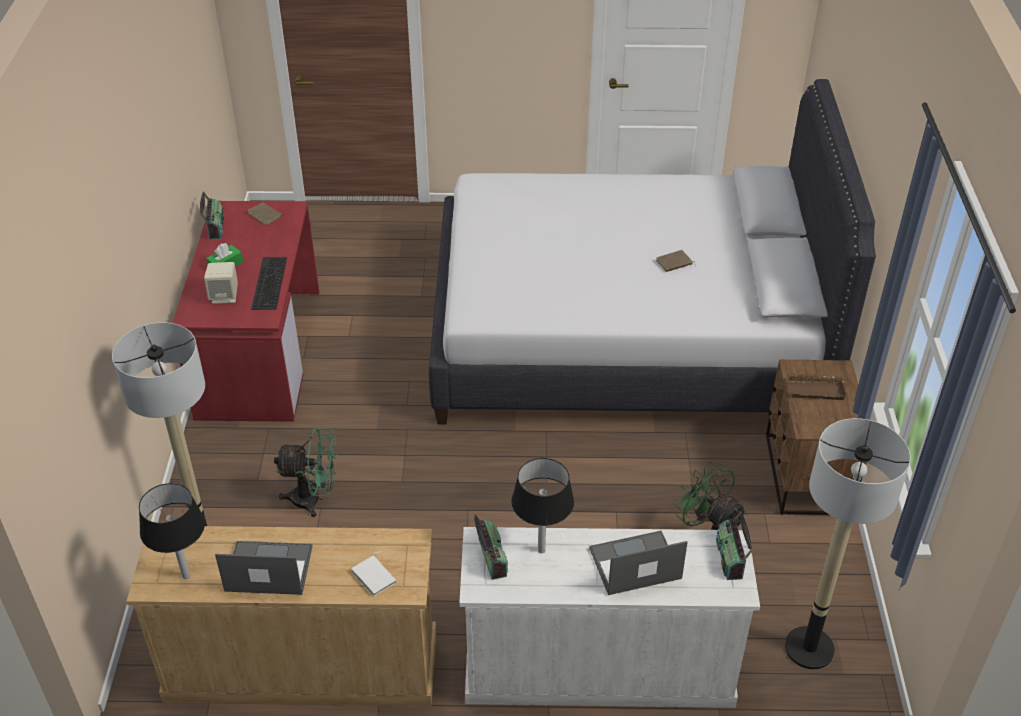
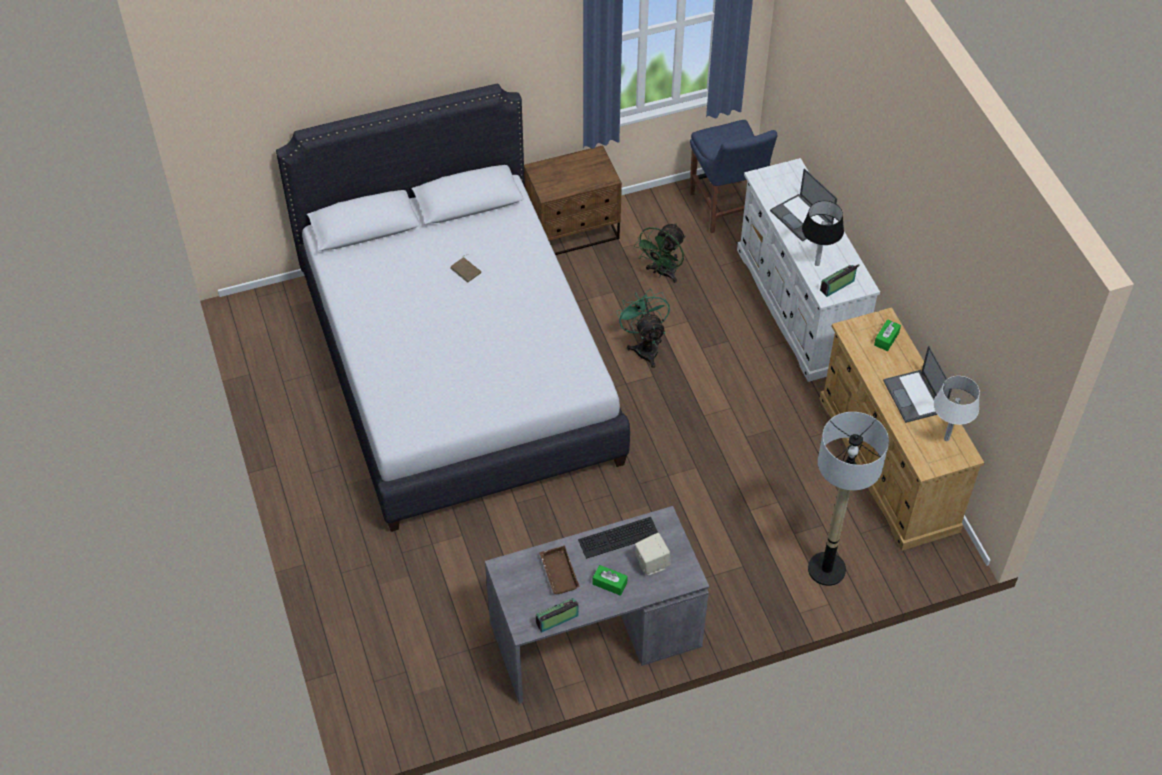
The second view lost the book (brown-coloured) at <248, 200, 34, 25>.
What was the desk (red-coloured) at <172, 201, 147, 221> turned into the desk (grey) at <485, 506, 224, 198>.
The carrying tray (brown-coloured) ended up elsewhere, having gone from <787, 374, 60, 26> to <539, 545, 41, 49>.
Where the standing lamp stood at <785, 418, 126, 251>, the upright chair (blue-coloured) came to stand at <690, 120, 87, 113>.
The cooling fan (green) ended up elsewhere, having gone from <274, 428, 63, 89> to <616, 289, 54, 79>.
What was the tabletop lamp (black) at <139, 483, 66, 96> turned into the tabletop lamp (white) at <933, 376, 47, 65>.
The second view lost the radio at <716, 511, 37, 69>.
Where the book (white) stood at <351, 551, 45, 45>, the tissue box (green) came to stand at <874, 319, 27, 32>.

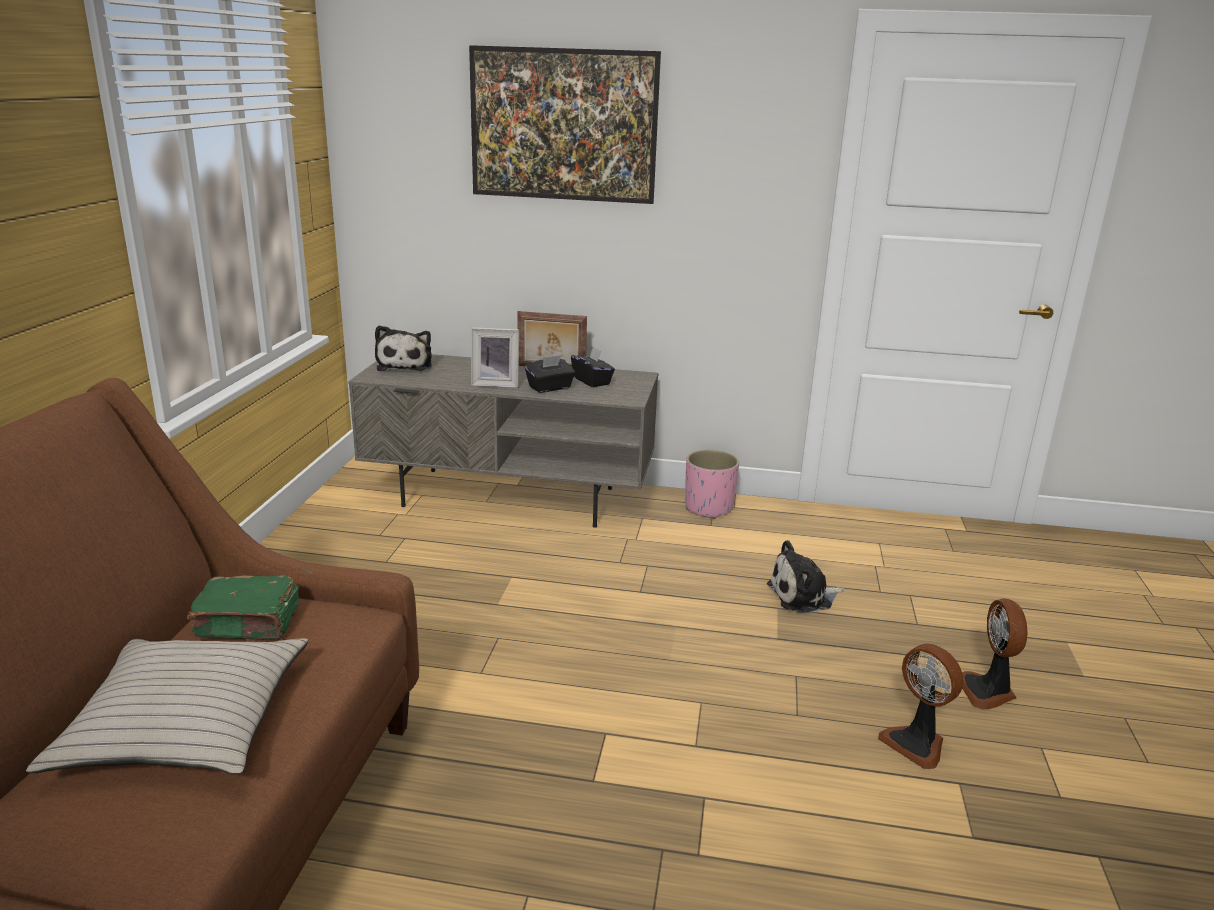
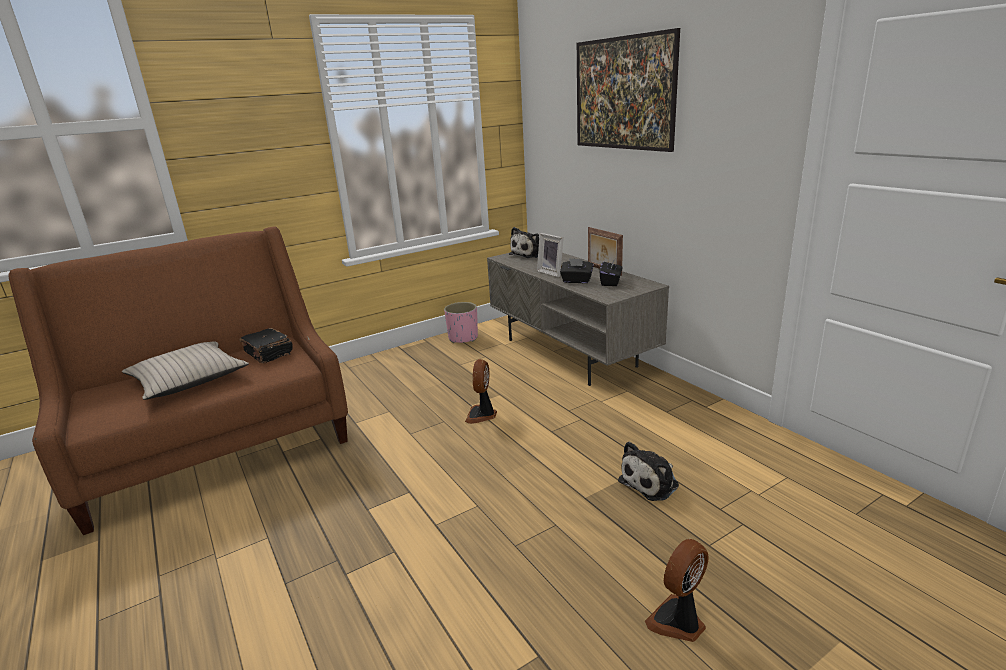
The plant pot (pink-coloured) ended up elsewhere, having gone from <685, 450, 54, 69> to <444, 302, 34, 41>.
The soft toy at <767, 540, 77, 73> ended up facing another way, 75 degrees counterclockwise from before.
What was the book (green) at <187, 575, 113, 65> turned into the book (black) at <239, 328, 54, 35>.
The cooling fan ended up elsewhere, having gone from <878, 643, 85, 126> to <465, 359, 32, 65>.

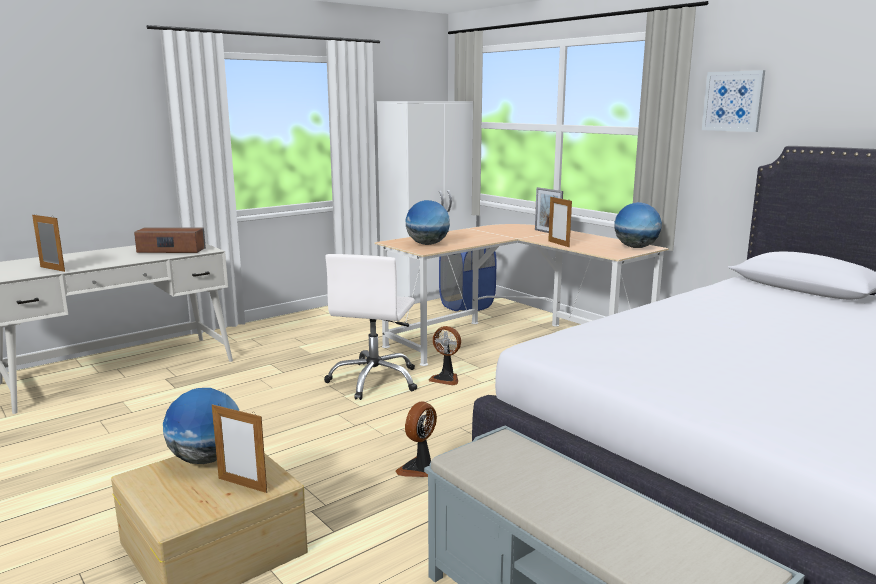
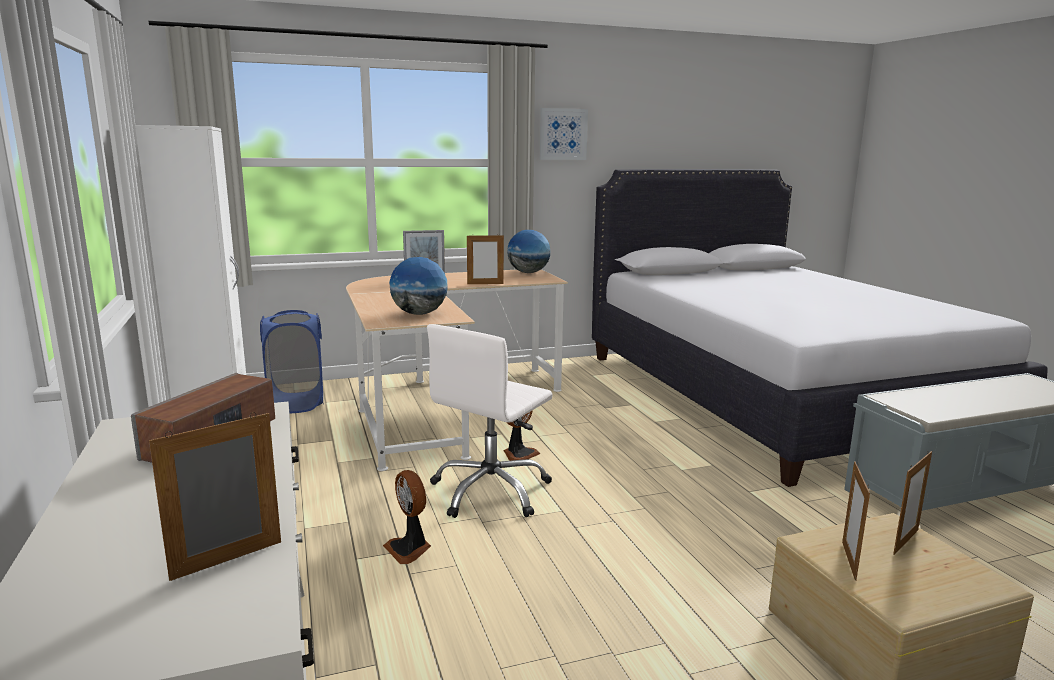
The desk chair (white) at <324, 254, 93, 146> ended up facing another way, 90 degrees clockwise from before.
Where the desk globe stood at <163, 388, 76, 76>, the photo frame came to stand at <842, 461, 28, 120>.
The cooling fan ended up elsewhere, having gone from <395, 401, 42, 76> to <383, 470, 48, 94>.

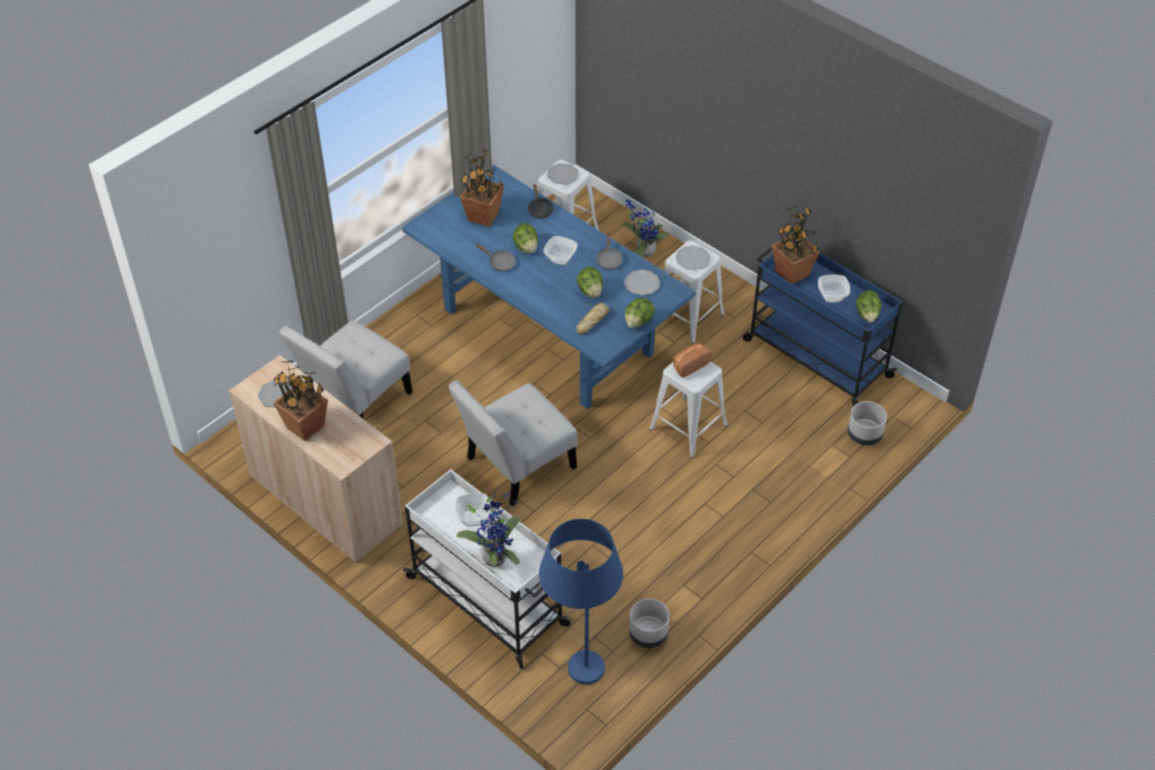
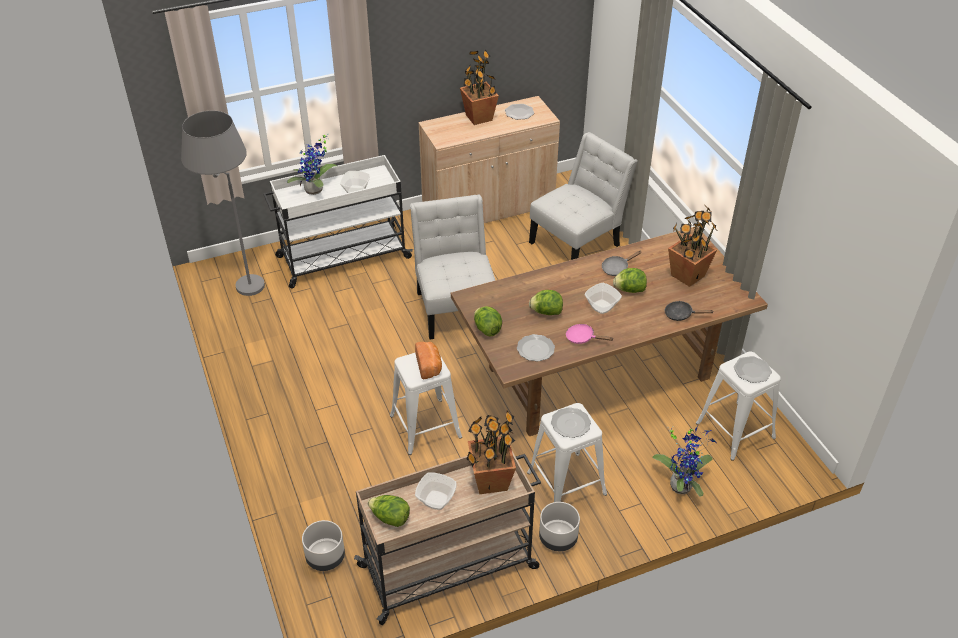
What was the dinner table (blue-coloured) at <402, 165, 294, 244> turned into the dinner table (brown-coloured) at <451, 227, 317, 209>.
What was the pan (grey) at <596, 233, 27, 37> turned into the pan (pink-coloured) at <566, 324, 48, 20>.
What was the wheeled cart (blue-coloured) at <743, 247, 159, 160> turned into the wheeled cart (sand-coloured) at <354, 451, 187, 174>.
The second view lost the bakery bread at <576, 303, 33, 32>.
The upright chair (white) at <279, 320, 134, 99> ended up facing another way, 75 degrees clockwise from before.
What was the standing lamp (blue-coloured) at <539, 519, 84, 166> turned into the standing lamp (grey) at <181, 111, 84, 185>.
The plant pot (grey) ended up elsewhere, having gone from <629, 599, 41, 49> to <539, 502, 41, 49>.

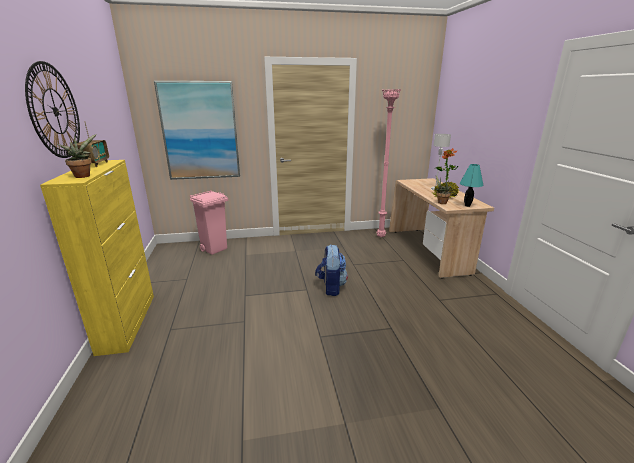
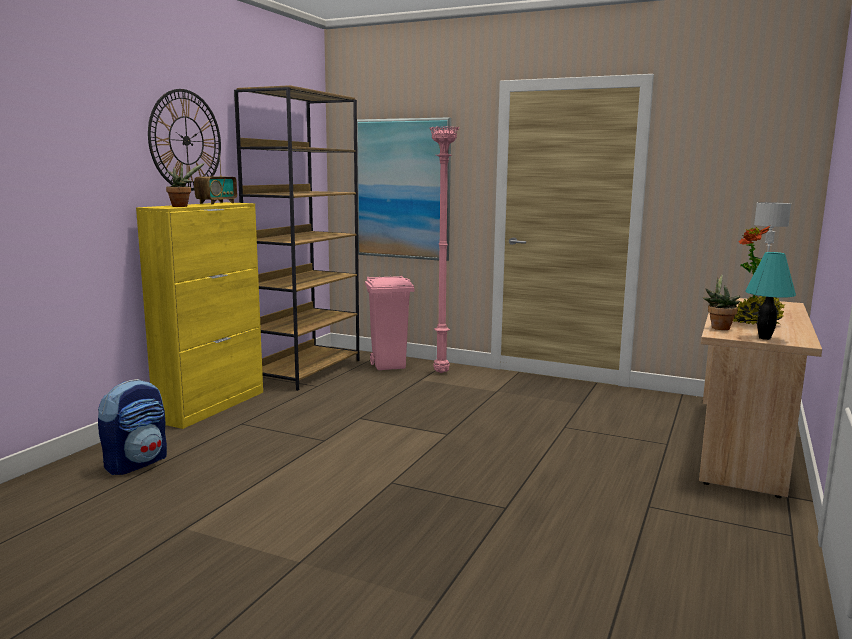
The standing lamp (pink-coloured) ended up elsewhere, having gone from <376, 89, 25, 148> to <429, 126, 30, 247>.
The knapsack ended up elsewhere, having gone from <315, 245, 33, 51> to <98, 379, 69, 96>.
The second view gained the shelving unit (brown-coloured) at <234, 85, 125, 306>.

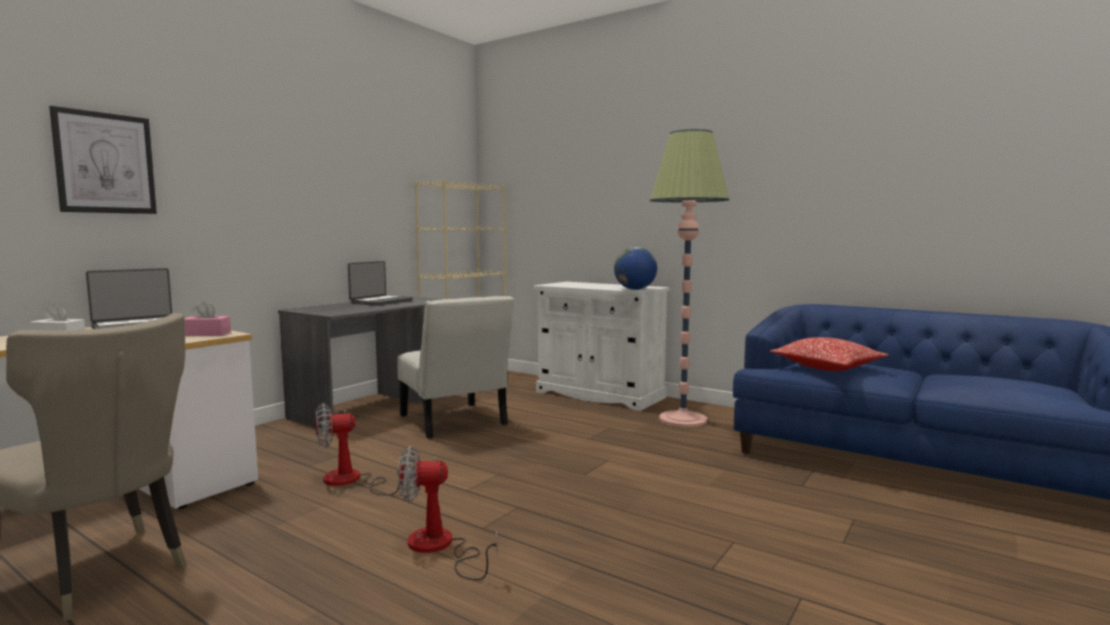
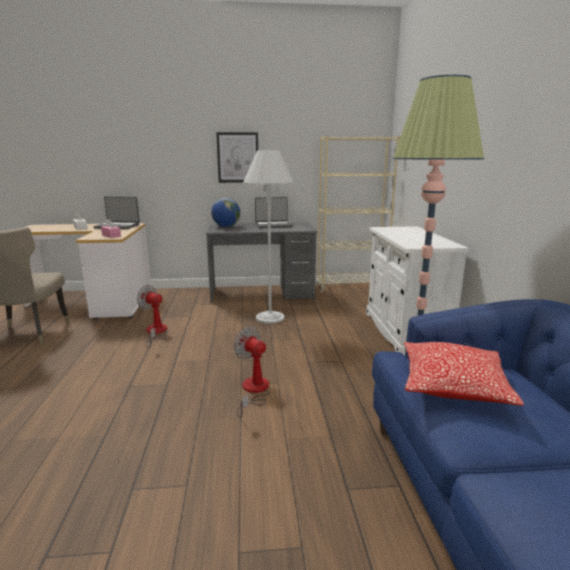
The wall picture ended up elsewhere, having gone from <49, 106, 108, 108> to <216, 132, 42, 51>.
The desk globe ended up elsewhere, having gone from <614, 247, 43, 43> to <211, 198, 29, 29>.
Where the upright chair (white) stood at <397, 296, 117, 143>, the standing lamp (white) came to stand at <243, 150, 51, 174>.
The cooling fan ended up elsewhere, having gone from <398, 446, 99, 135> to <234, 327, 36, 91>.

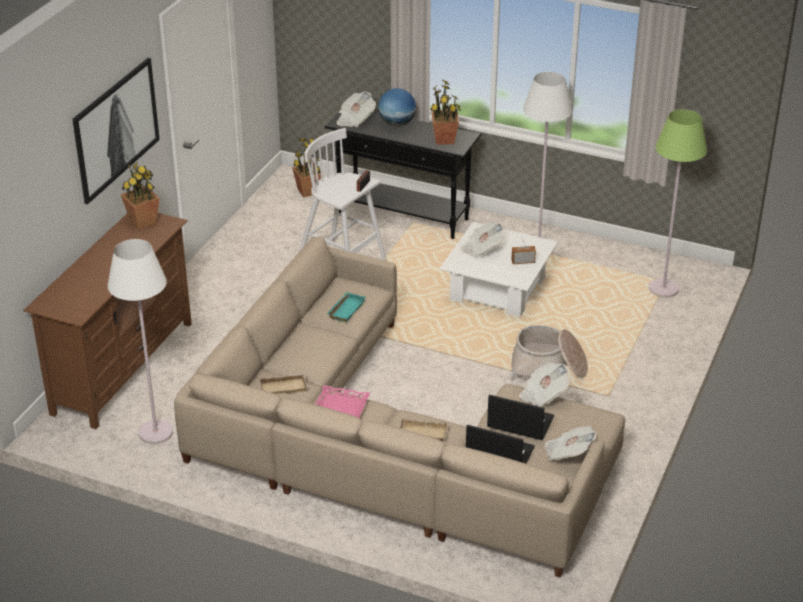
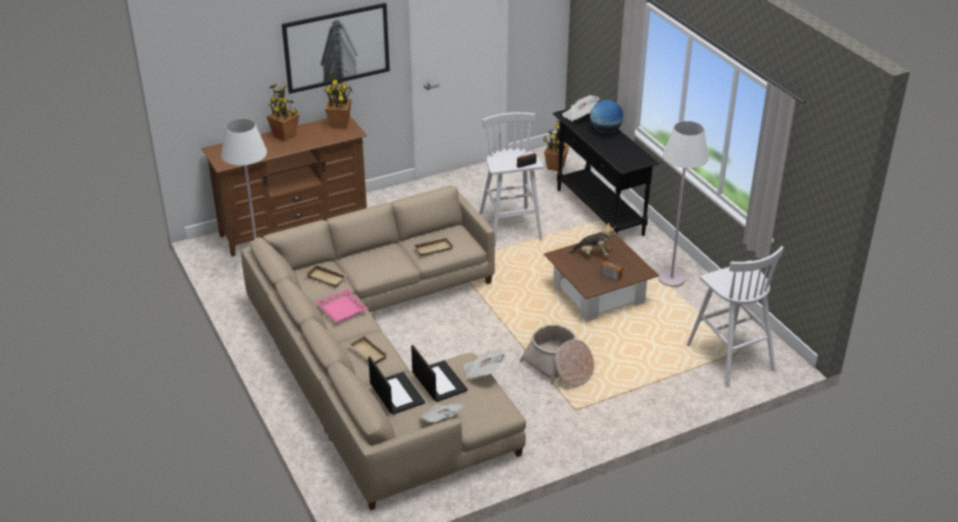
The potted plant ended up elsewhere, having gone from <430, 80, 31, 65> to <266, 82, 33, 59>.
Where the standing lamp (green) stood at <649, 109, 58, 189>, the stool seat (white) came to stand at <687, 246, 97, 141>.
What was the coffee table (white) at <439, 222, 119, 95> turned into the coffee table (brown-coloured) at <544, 235, 115, 87>.
Where the daily paper stood at <460, 222, 44, 36>, the soft toy came to stand at <569, 222, 48, 34>.
What was the carrying tray (turquoise) at <327, 292, 39, 30> turned into the carrying tray (sand-coloured) at <413, 237, 41, 20>.

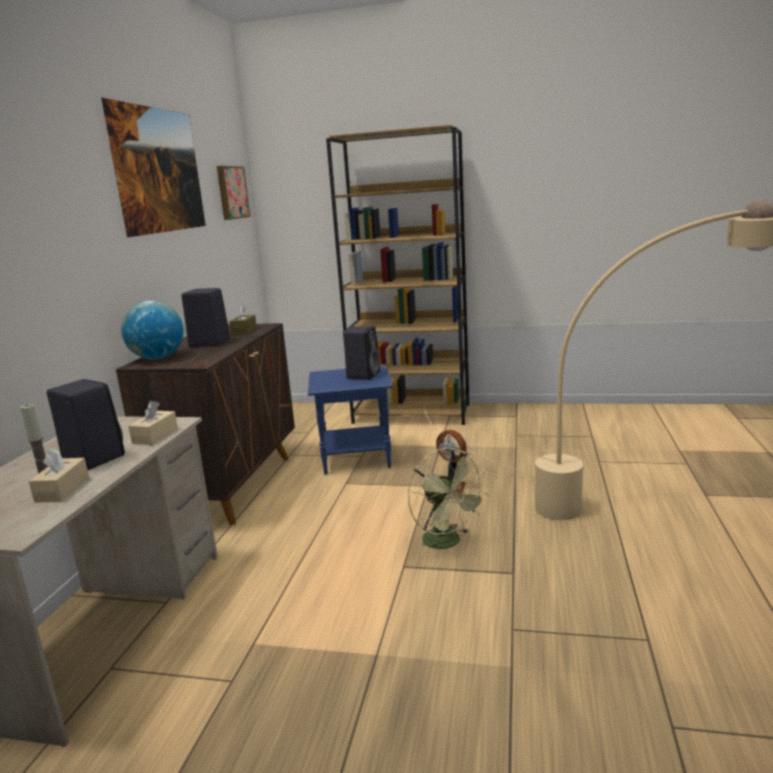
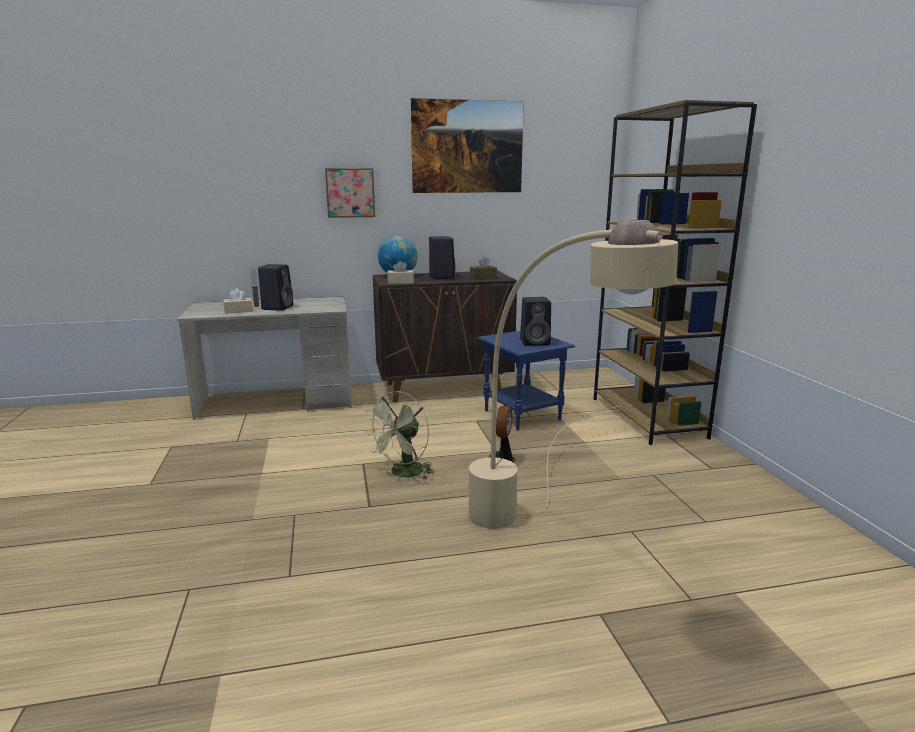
The wall picture ended up elsewhere, having gone from <217, 166, 33, 54> to <325, 168, 50, 50>.
The tissue box (sand-coloured) ended up elsewhere, having gone from <128, 401, 50, 44> to <387, 261, 27, 23>.

